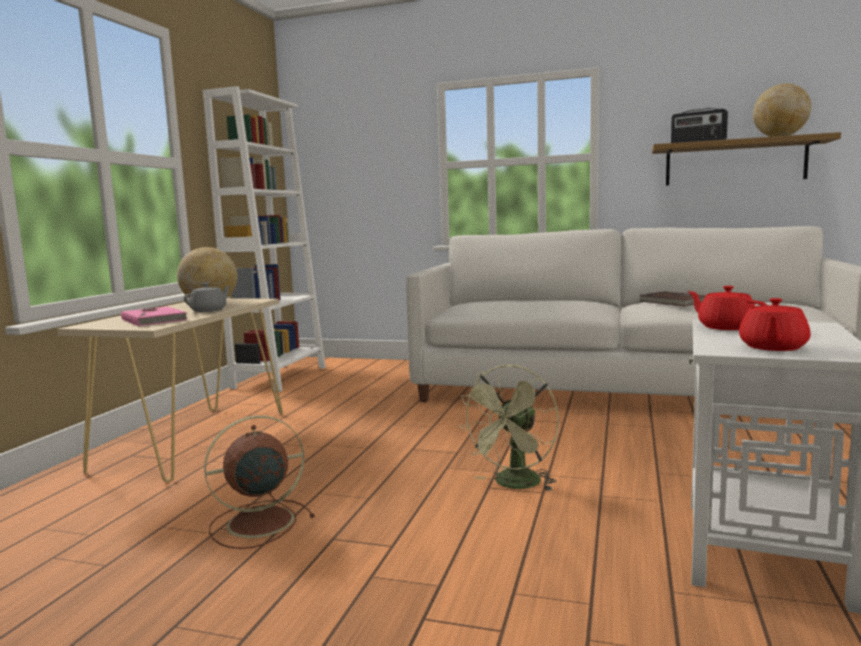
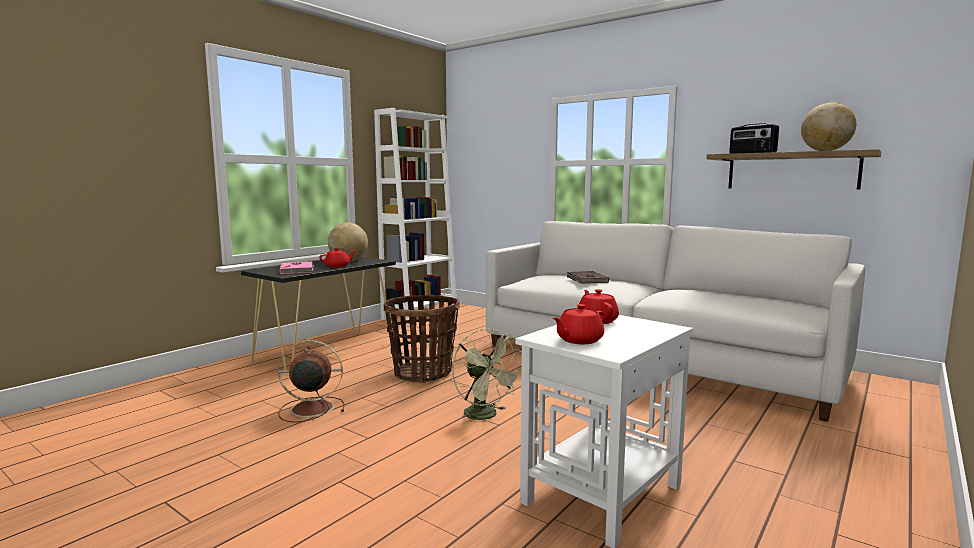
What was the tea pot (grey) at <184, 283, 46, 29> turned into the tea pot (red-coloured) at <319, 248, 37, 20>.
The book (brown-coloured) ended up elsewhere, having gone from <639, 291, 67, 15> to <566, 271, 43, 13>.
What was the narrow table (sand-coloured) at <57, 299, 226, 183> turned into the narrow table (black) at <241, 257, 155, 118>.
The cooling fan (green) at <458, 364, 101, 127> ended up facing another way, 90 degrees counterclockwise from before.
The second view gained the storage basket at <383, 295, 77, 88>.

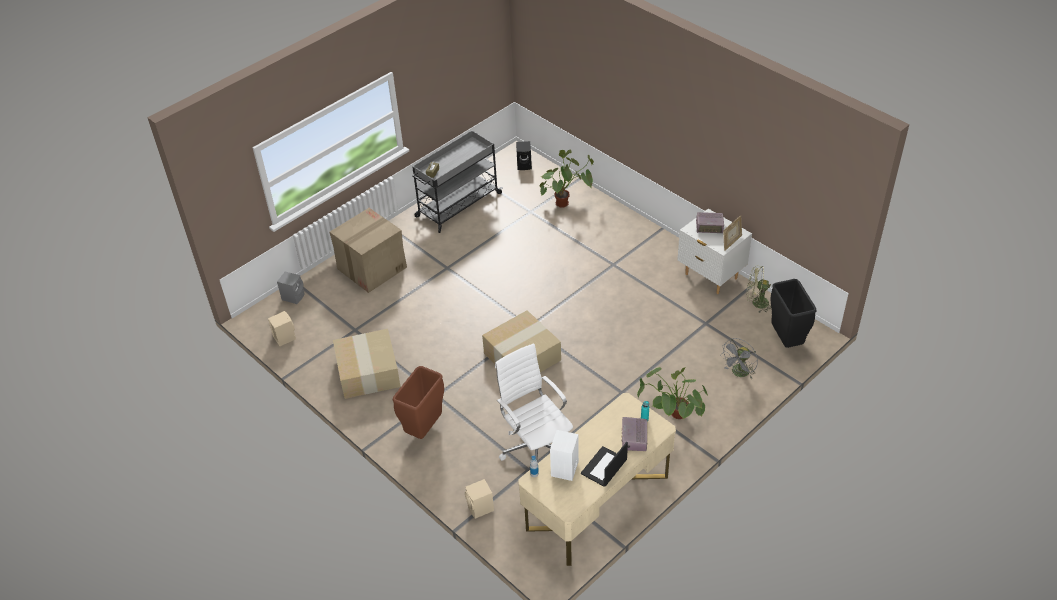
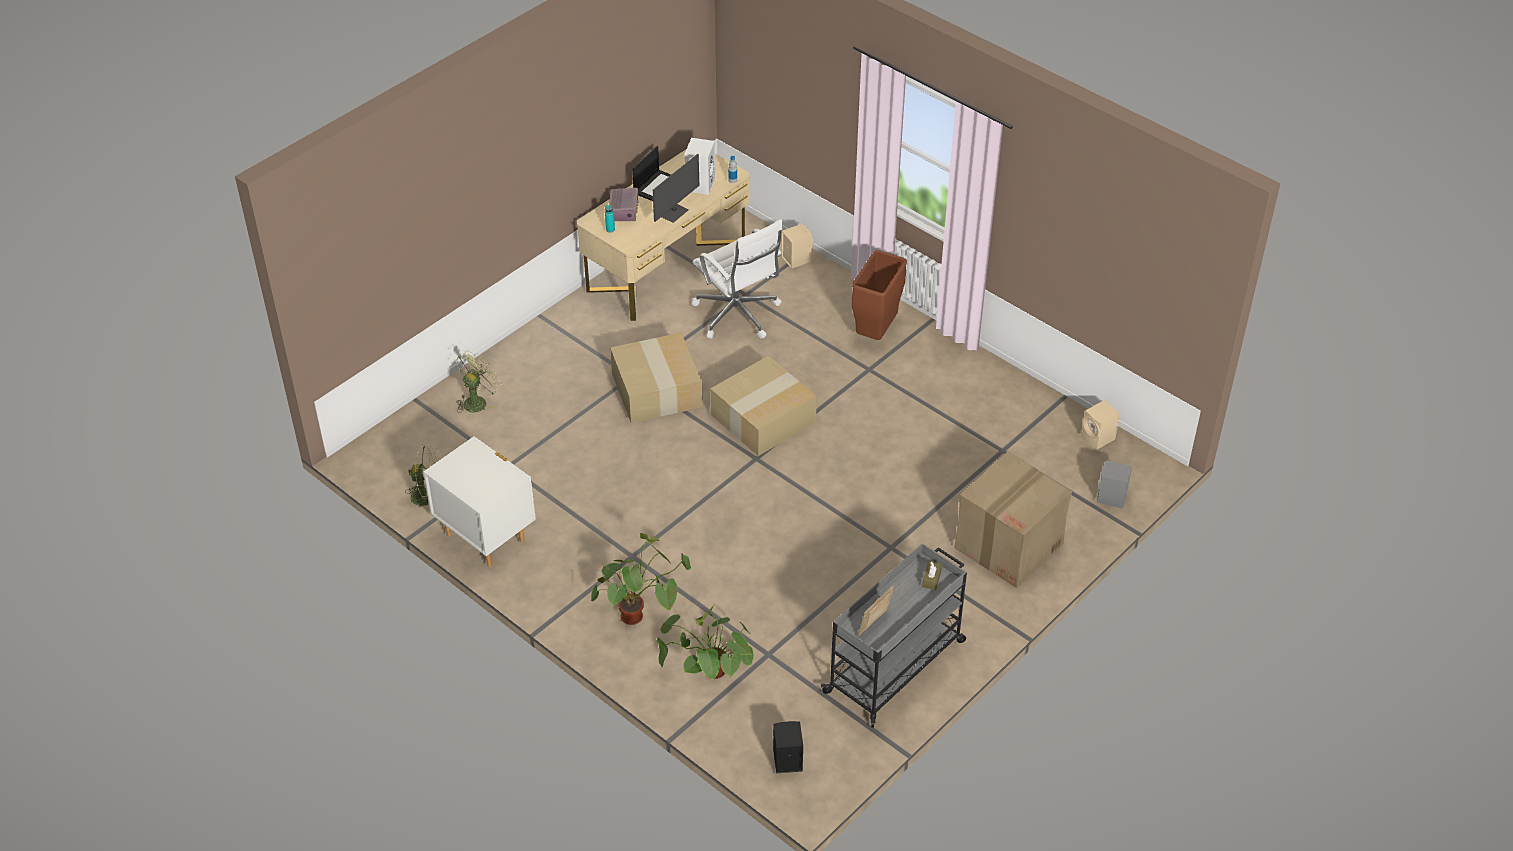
The second view lost the radio at <696, 212, 28, 22>.
The photo frame ended up elsewhere, having gone from <723, 215, 19, 36> to <858, 585, 36, 51>.
The second view lost the trash can (black) at <770, 279, 46, 69>.
The cardboard box ended up elsewhere, having gone from <333, 329, 68, 70> to <610, 333, 93, 90>.
What was the cooling fan (grey) at <720, 338, 38, 41> turned into the cooling fan (green) at <456, 351, 46, 62>.
The potted plant ended up elsewhere, having gone from <637, 367, 71, 52> to <591, 533, 100, 92>.
The second view gained the computer display at <653, 154, 46, 69>.

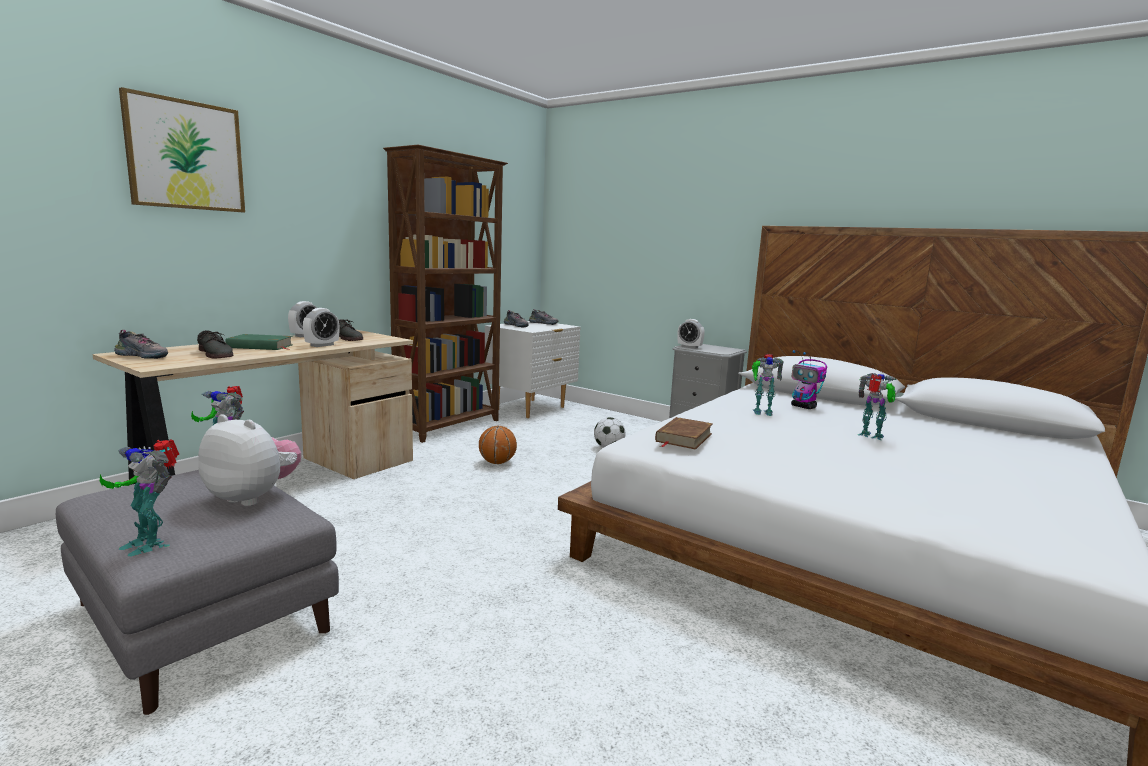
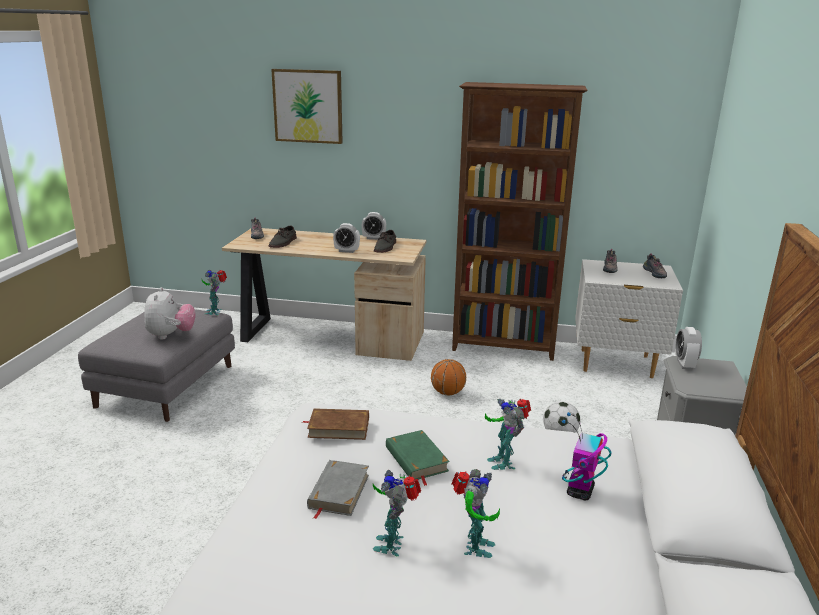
The book (green) ended up elsewhere, having gone from <226, 334, 67, 16> to <386, 430, 64, 56>.
The robot figure ended up elsewhere, having gone from <100, 439, 80, 117> to <373, 470, 48, 86>.
The second view gained the book (grey) at <307, 460, 62, 59>.

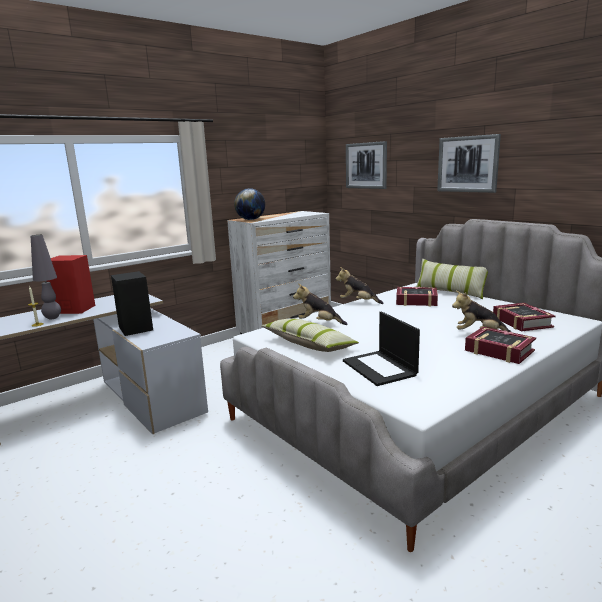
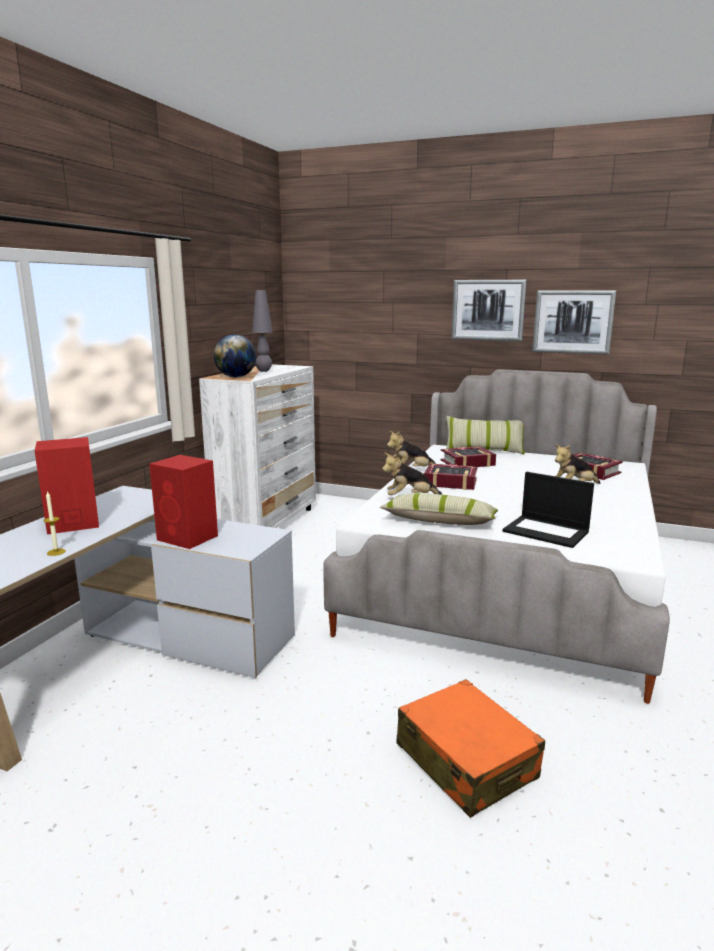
The wall picture ended up elsewhere, having gone from <346, 141, 41, 48> to <532, 290, 84, 65>.
The tabletop lamp (grey) ended up elsewhere, having gone from <31, 235, 30, 85> to <252, 290, 20, 82>.
What was the audio speaker (black) at <111, 271, 42, 65> turned into the audio speaker (red-coloured) at <149, 455, 69, 94>.
The book ended up elsewhere, having gone from <465, 327, 71, 37> to <424, 464, 53, 26>.
The second view gained the travel case (orangey) at <396, 679, 149, 139>.

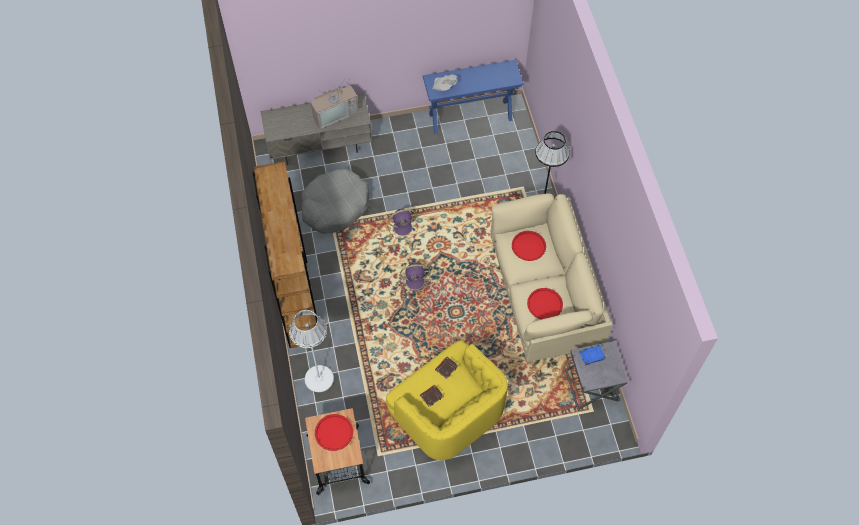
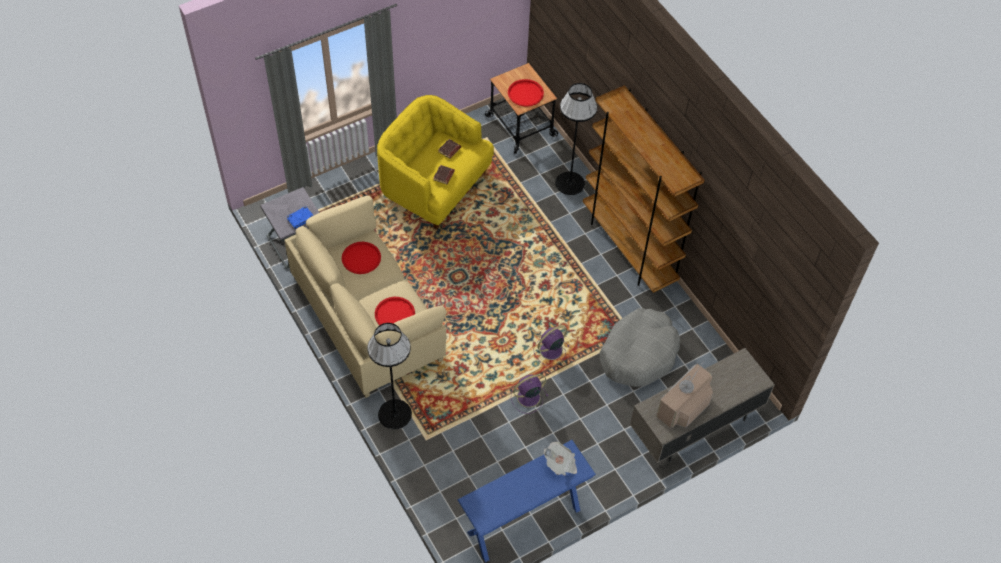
The cooling fan (purple) ended up elsewhere, having gone from <399, 263, 31, 31> to <511, 374, 37, 40>.
What was the standing lamp (white) at <289, 310, 45, 82> turned into the standing lamp (black) at <555, 83, 43, 112>.

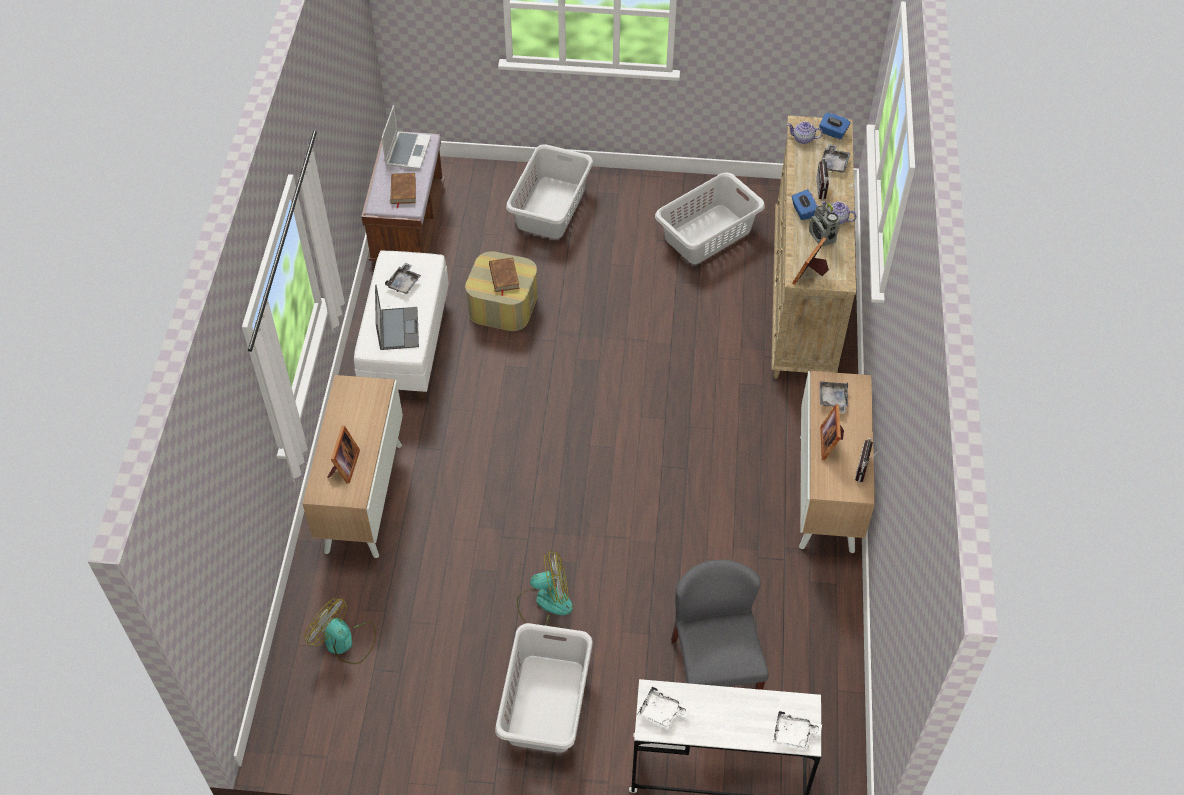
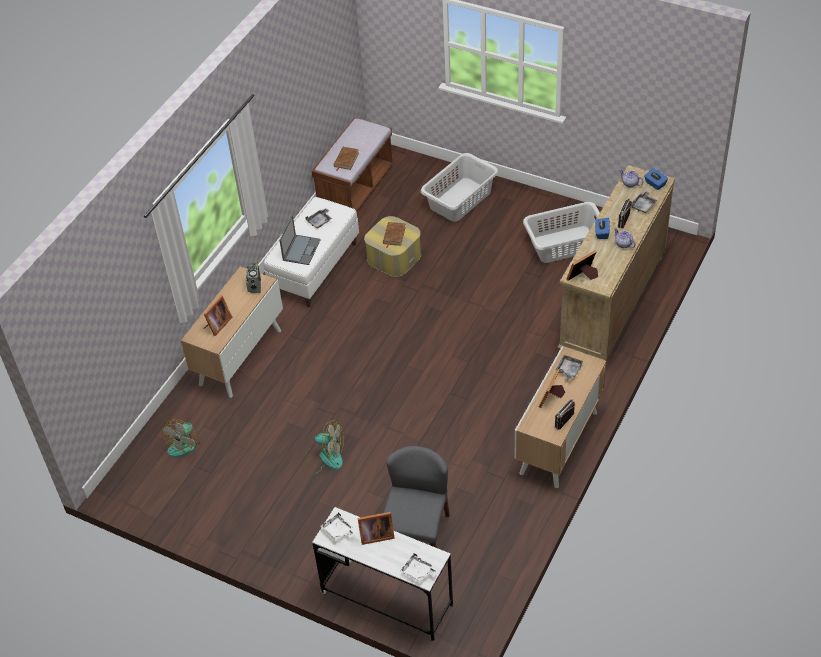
The second view lost the notebook computer at <382, 105, 49, 64>.
The radio ended up elsewhere, having gone from <809, 203, 31, 43> to <246, 263, 15, 30>.
The cooling fan at <305, 598, 71, 66> ended up facing another way, 120 degrees counterclockwise from before.
The second view lost the washing basket (grey) at <495, 623, 98, 130>.
The second view gained the photo frame at <358, 512, 37, 33>.

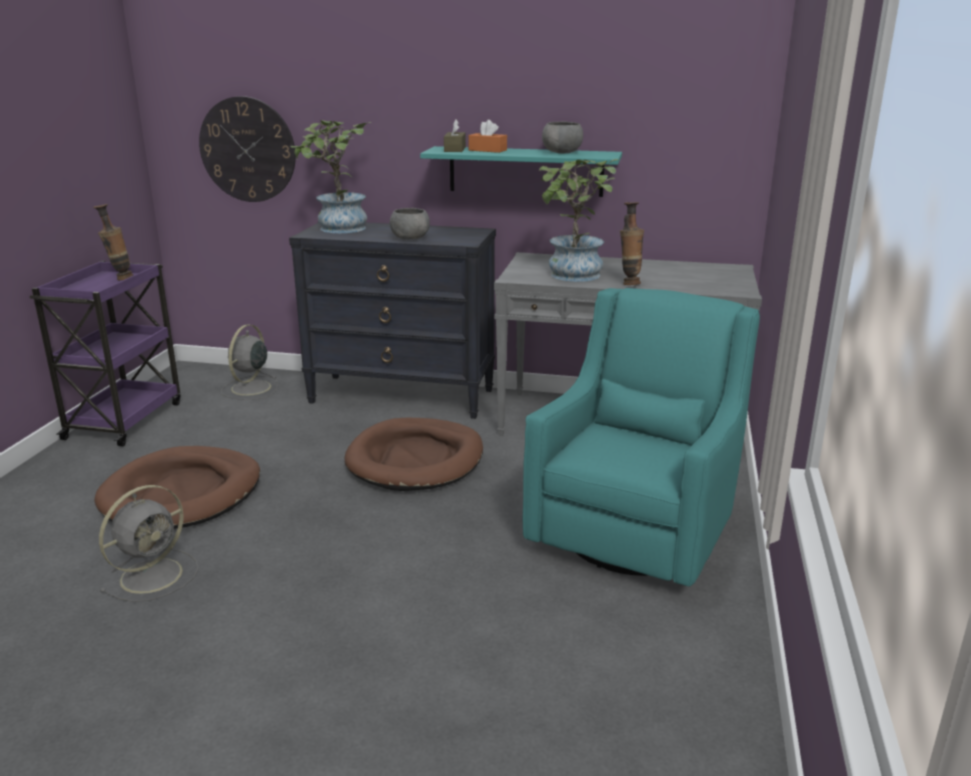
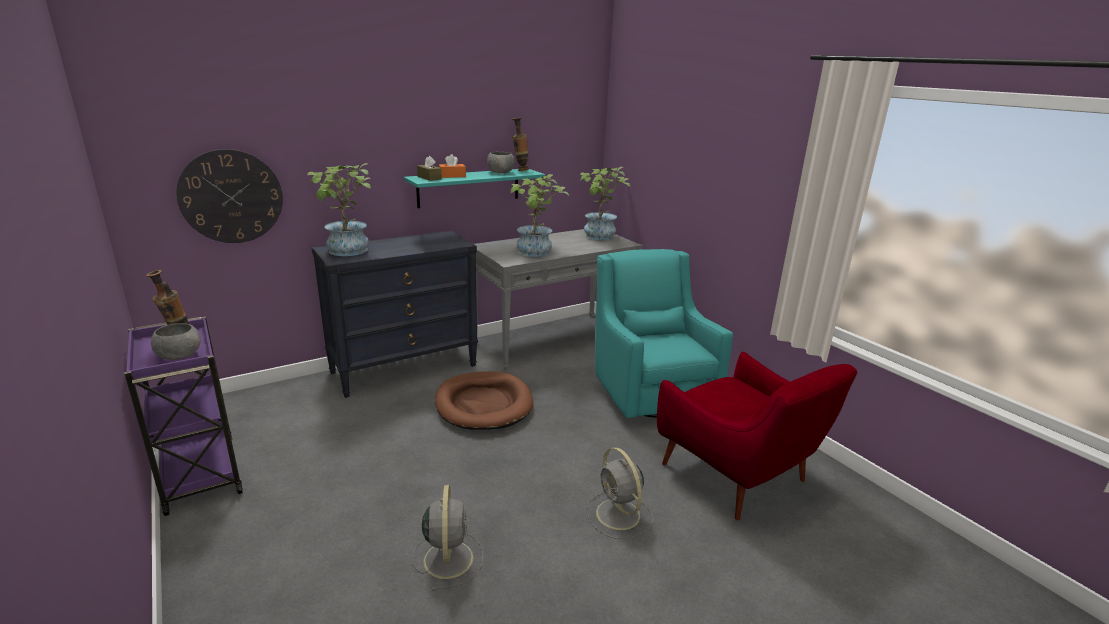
The flower vase ended up elsewhere, having gone from <620, 202, 24, 83> to <512, 118, 17, 53>.
The serving bowl (grey) ended up elsewhere, having gone from <390, 208, 40, 31> to <151, 323, 49, 37>.
The cooling fan (grey) ended up elsewhere, having gone from <221, 324, 57, 76> to <586, 447, 67, 92>.
The second view lost the pet bed (brown-coloured) at <94, 446, 166, 83>.
The second view gained the potted plant at <580, 167, 50, 73>.
The second view gained the easy chair (red-coloured) at <657, 352, 200, 168>.

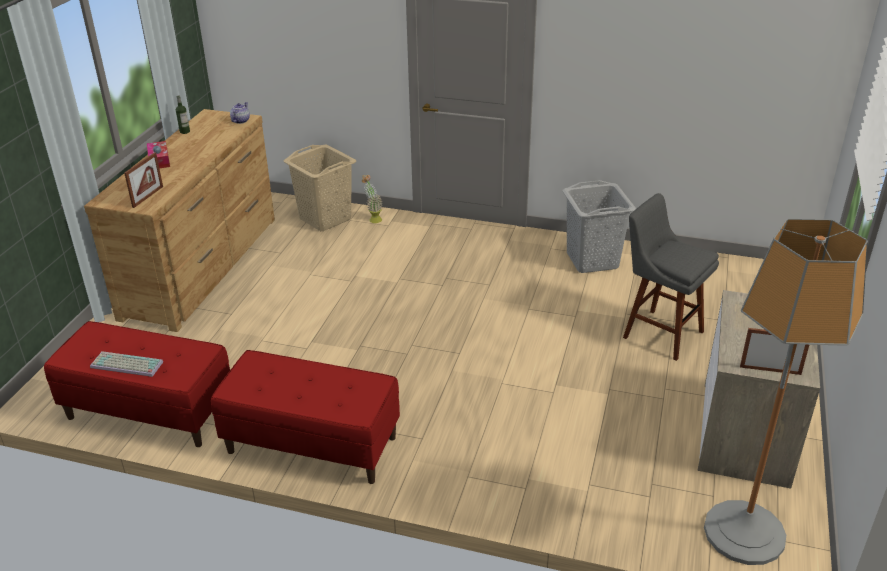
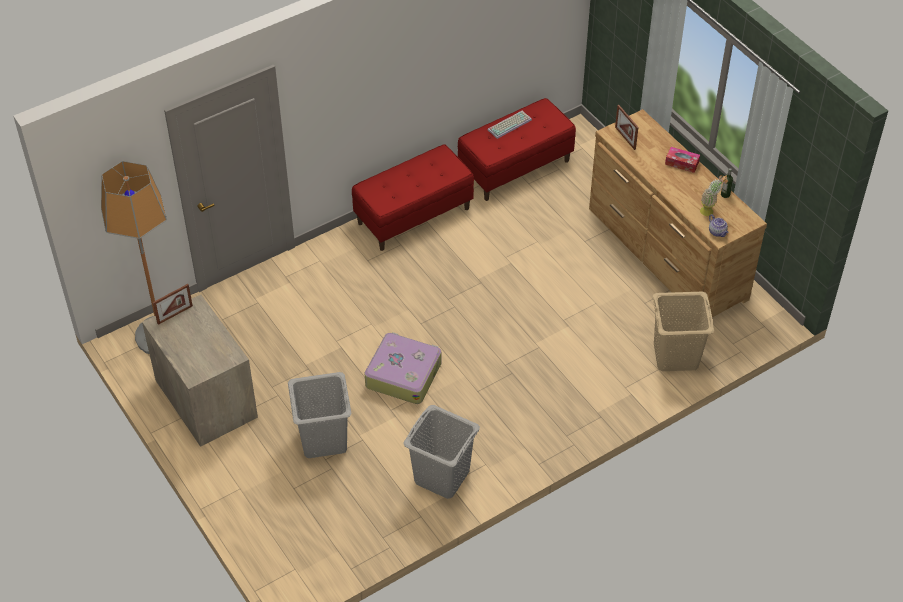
The potted plant ended up elsewhere, having gone from <362, 175, 21, 48> to <700, 175, 28, 41>.
Where the stool seat (grey) stood at <623, 193, 96, 168>, the washing basket (grey) came to stand at <288, 372, 64, 86>.
The second view gained the travel case at <364, 332, 78, 72>.

